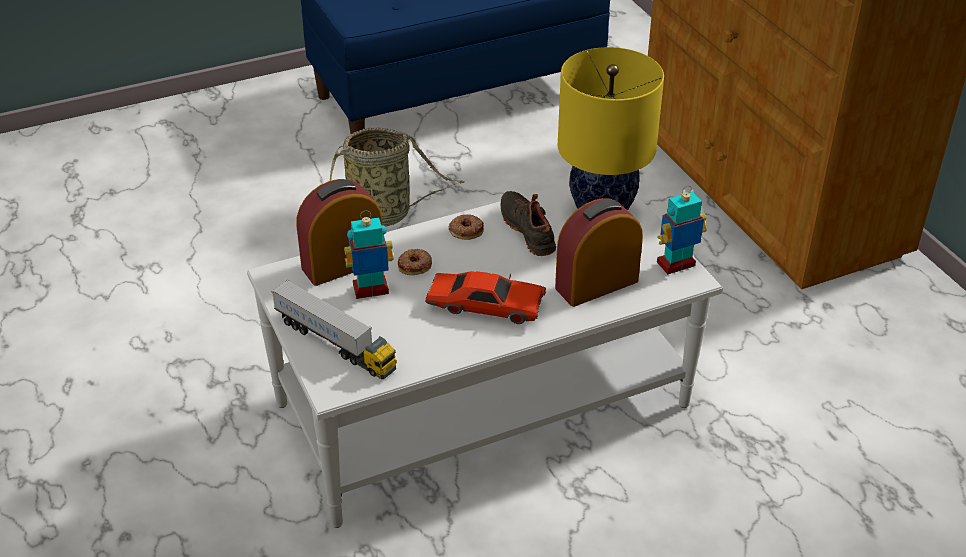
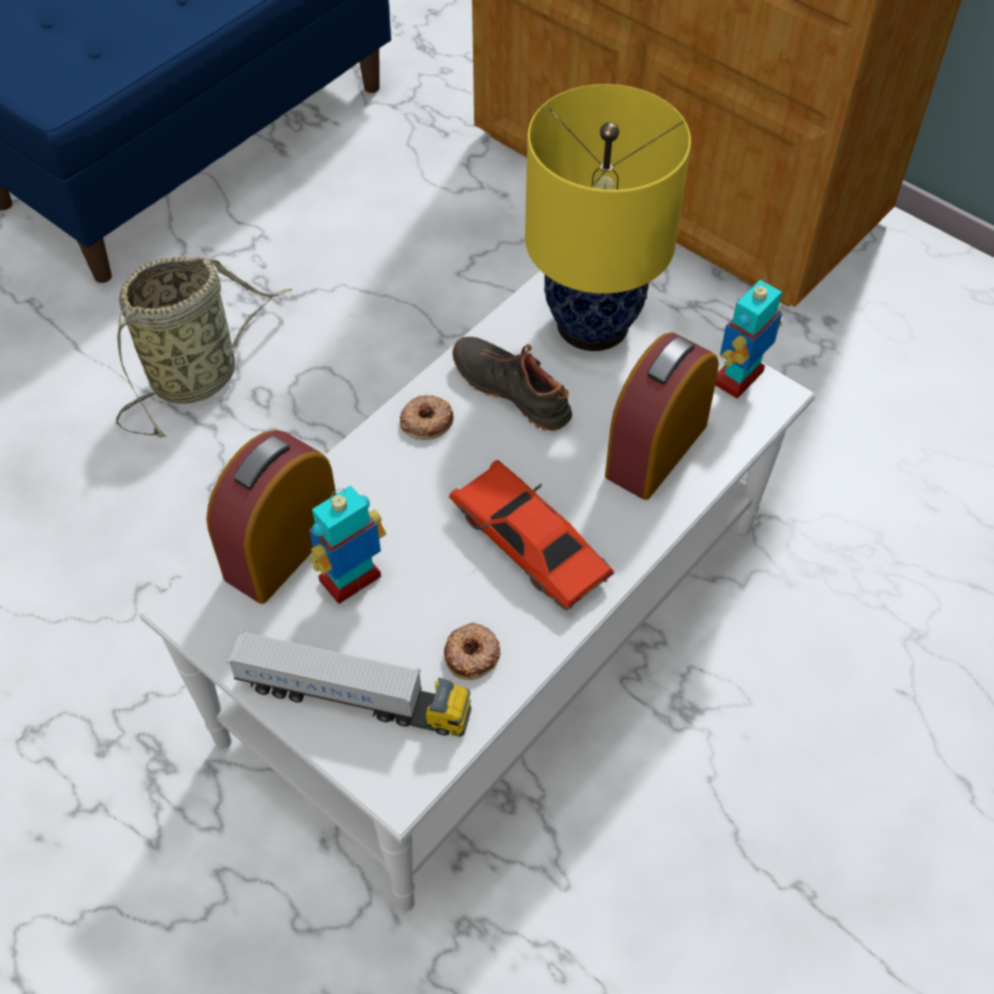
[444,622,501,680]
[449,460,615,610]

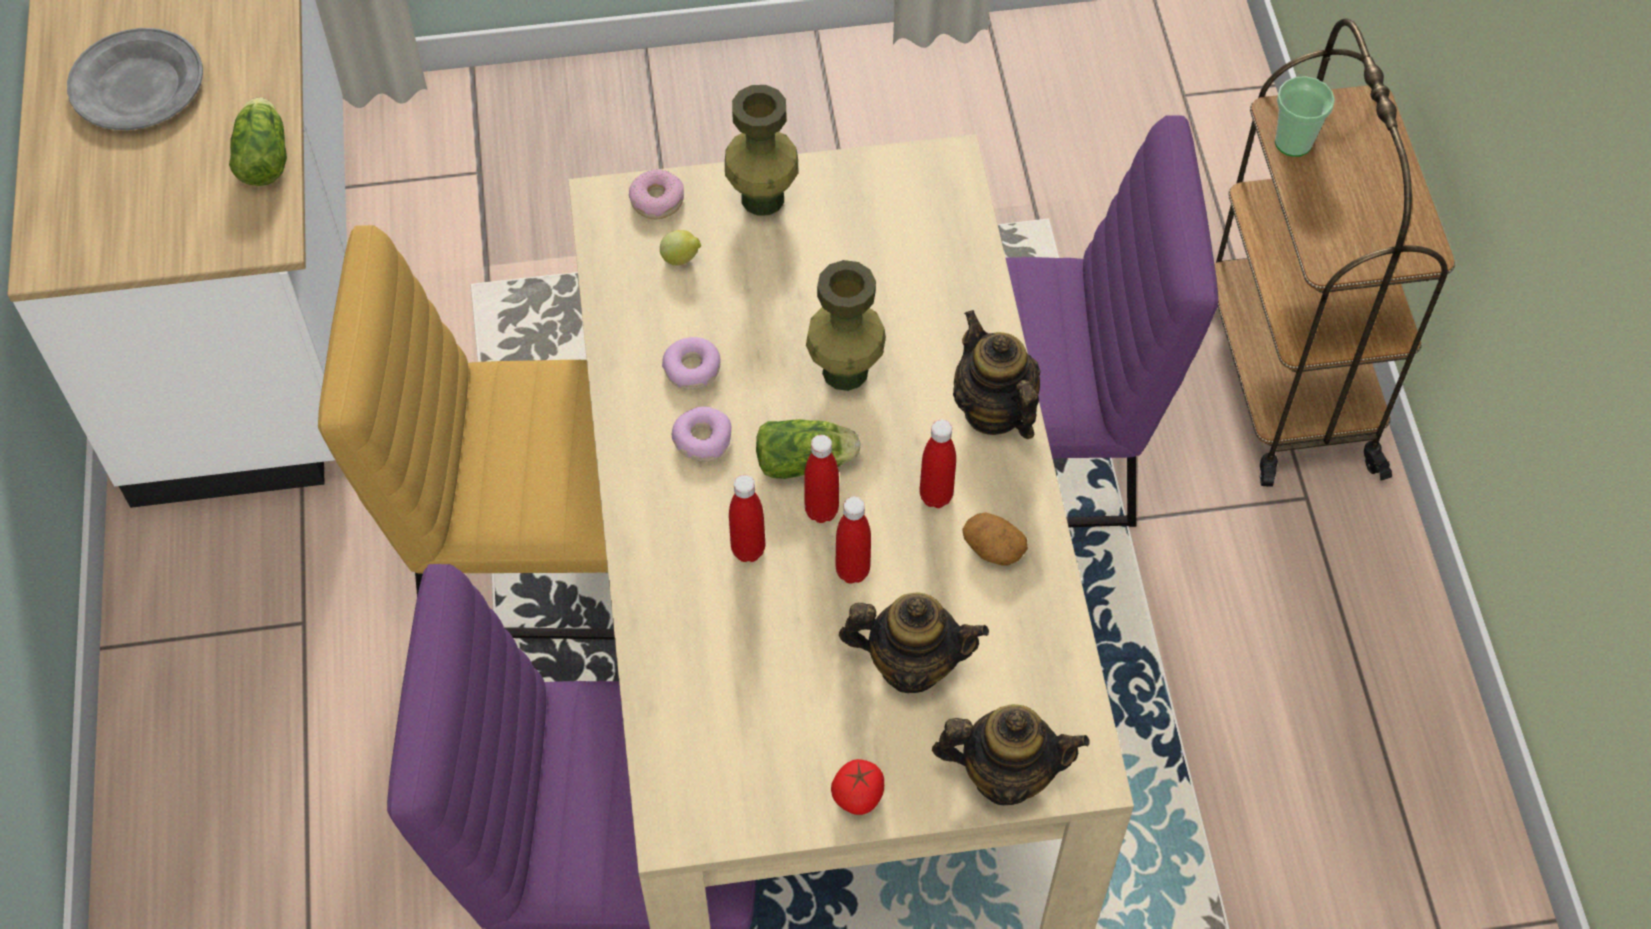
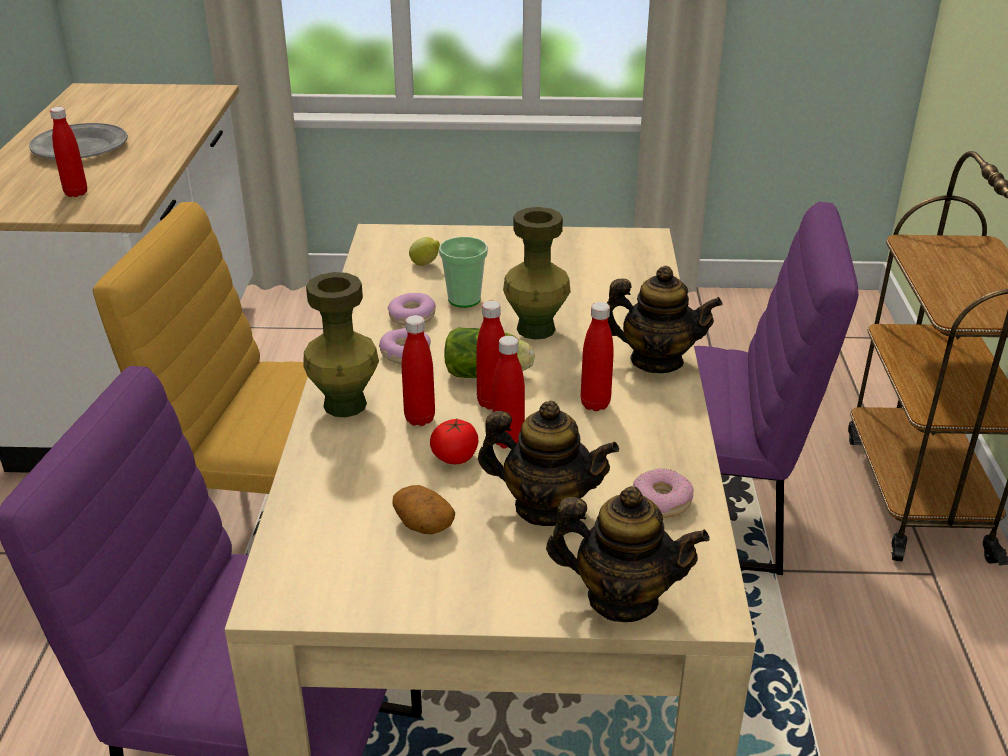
[50,107,87,197]
[303,272,379,417]
[393,485,455,534]
[430,419,478,464]
[439,237,488,308]
[607,266,723,373]
[633,469,694,518]
[229,97,287,186] (first image)

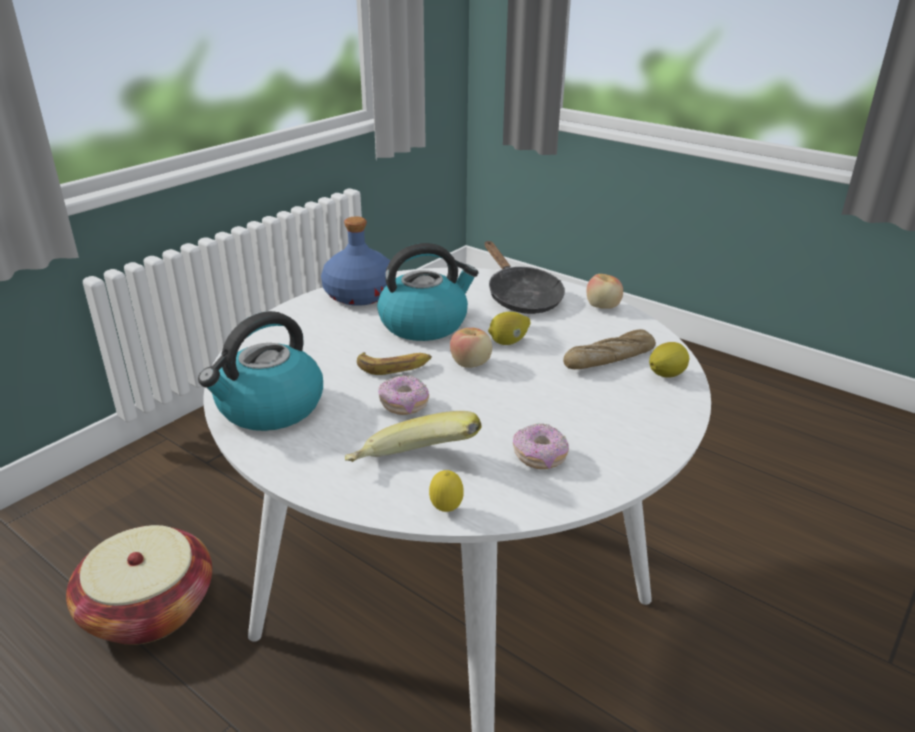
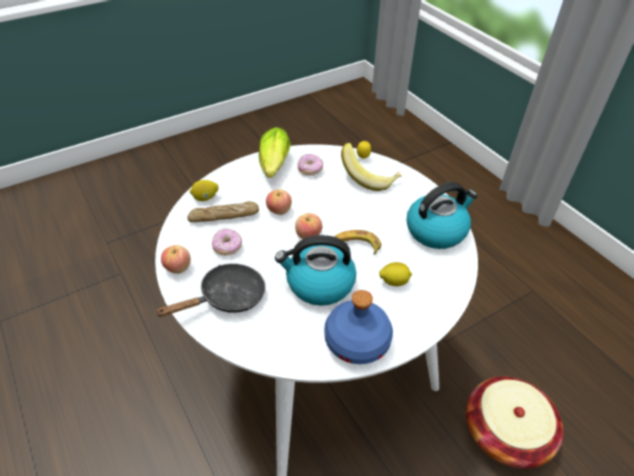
[155,264,266,317]
[212,229,242,256]
[259,127,291,178]
[266,189,292,215]
[379,262,412,286]

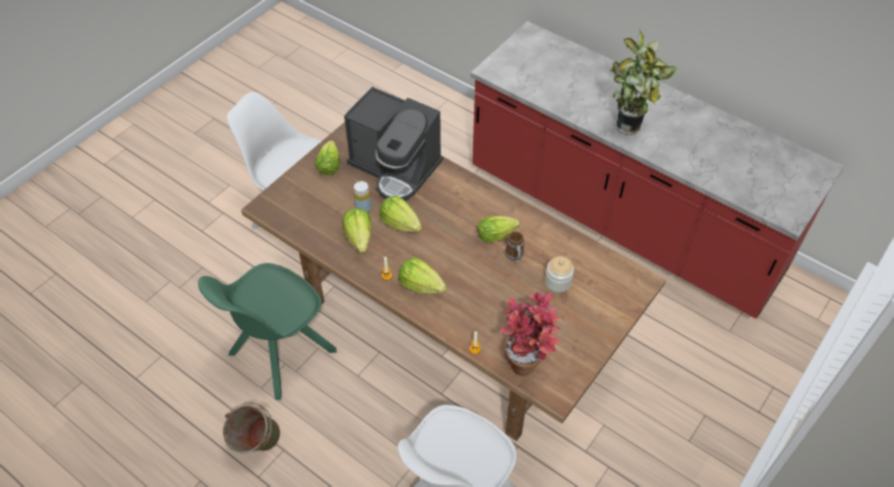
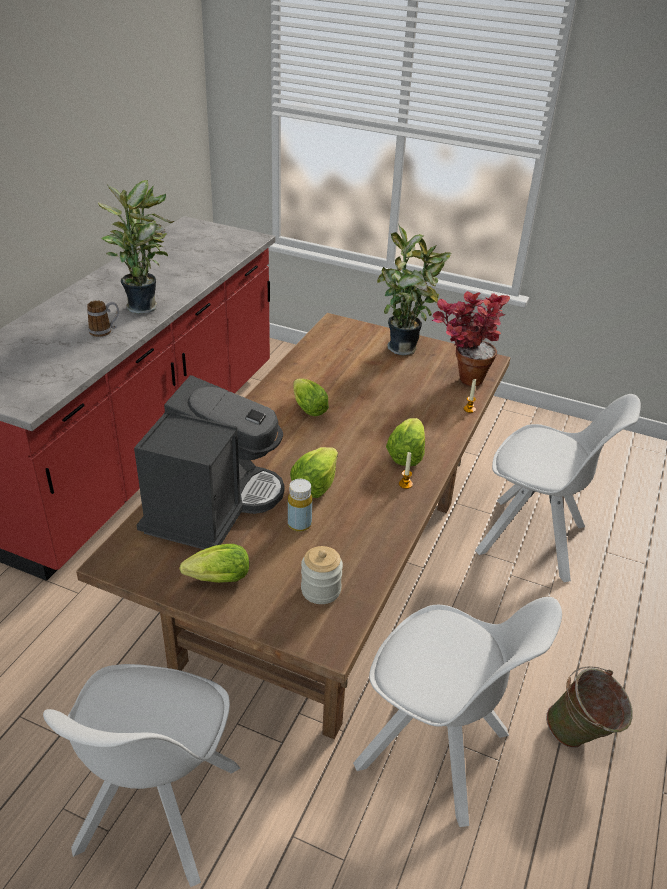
[87,301,119,337]
[301,546,343,604]
[353,597,562,827]
[377,224,451,355]
[343,208,372,253] (first image)

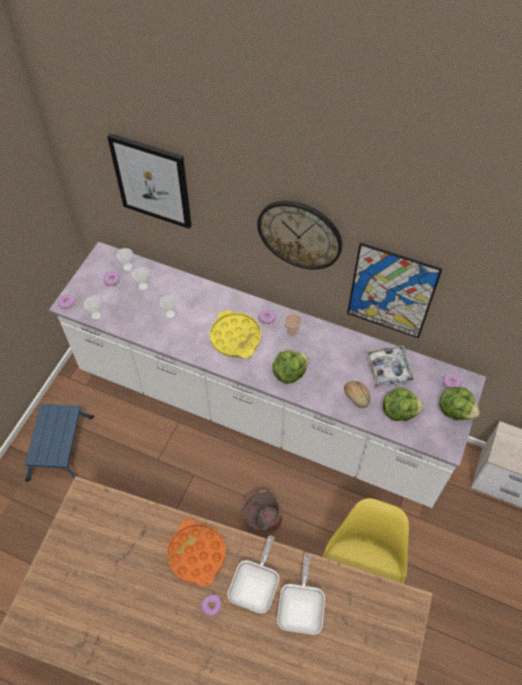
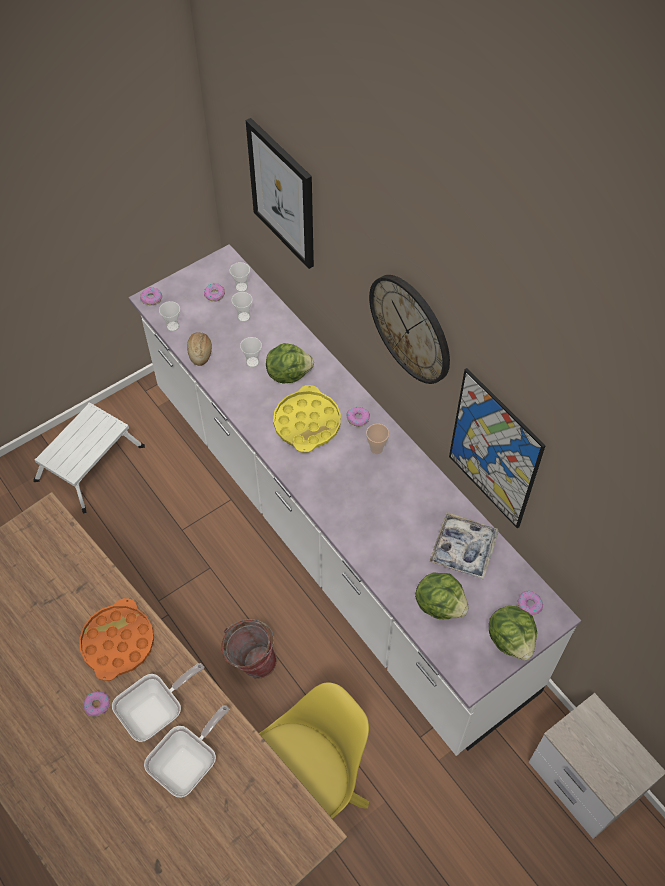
[34,402,145,513]
[187,332,212,366]
[266,343,314,384]

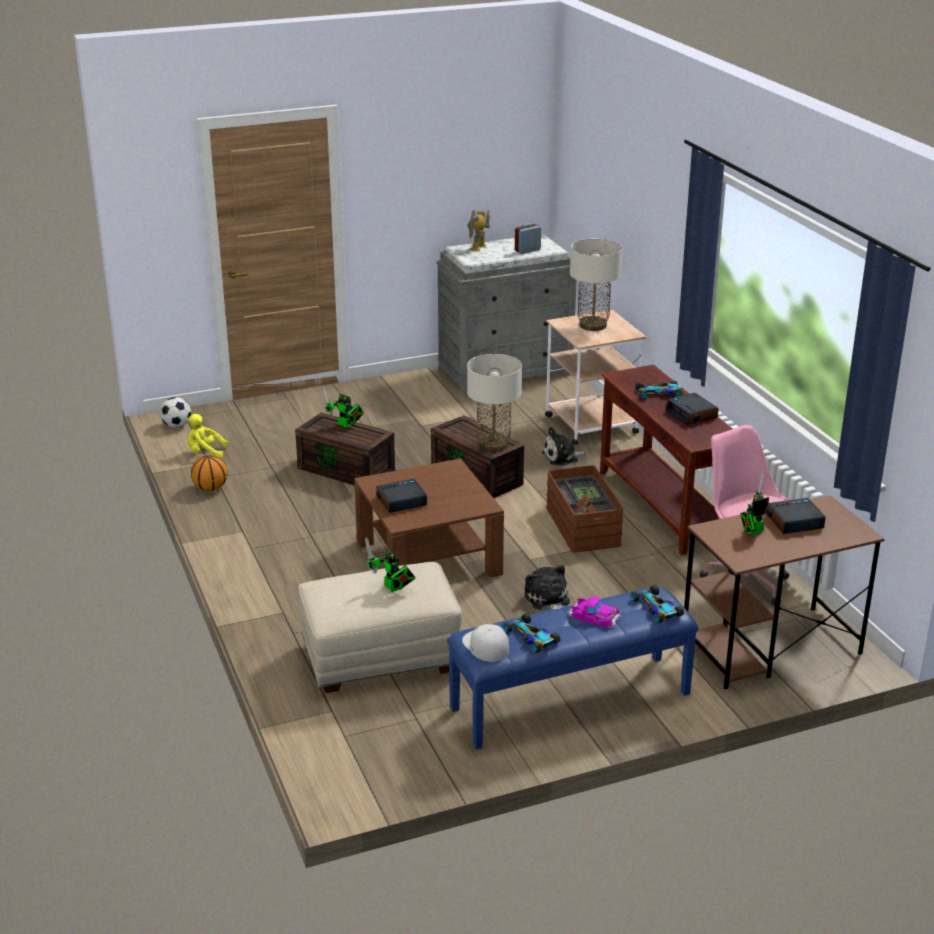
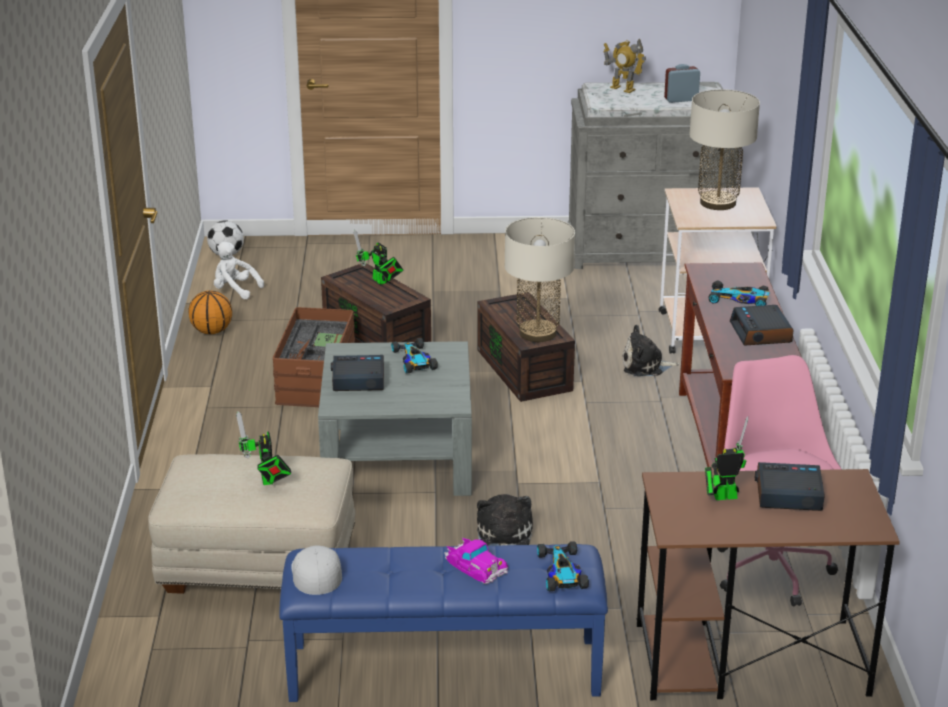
[214,242,264,299]
[273,307,355,407]
[318,341,472,496]
[391,338,438,373]
[603,39,646,93]

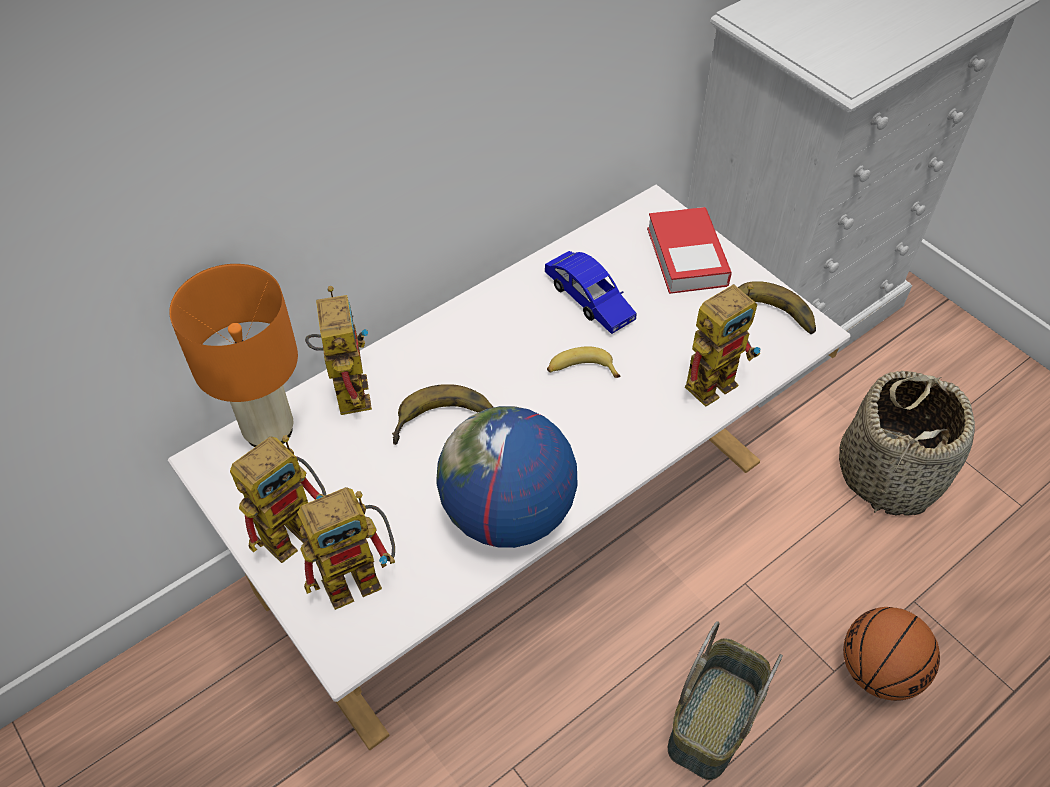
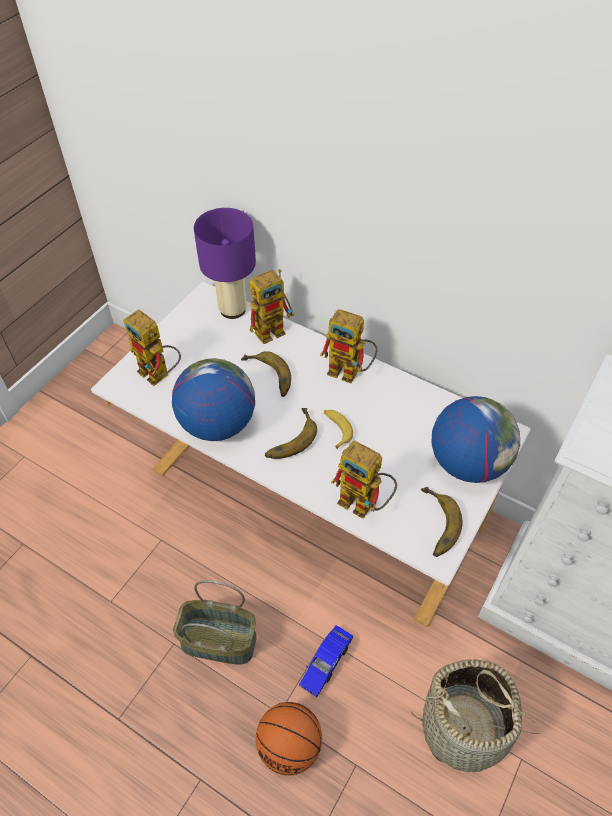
[194,208,256,319]
[265,408,317,459]
[299,625,353,697]
[320,309,378,383]
[432,396,520,483]

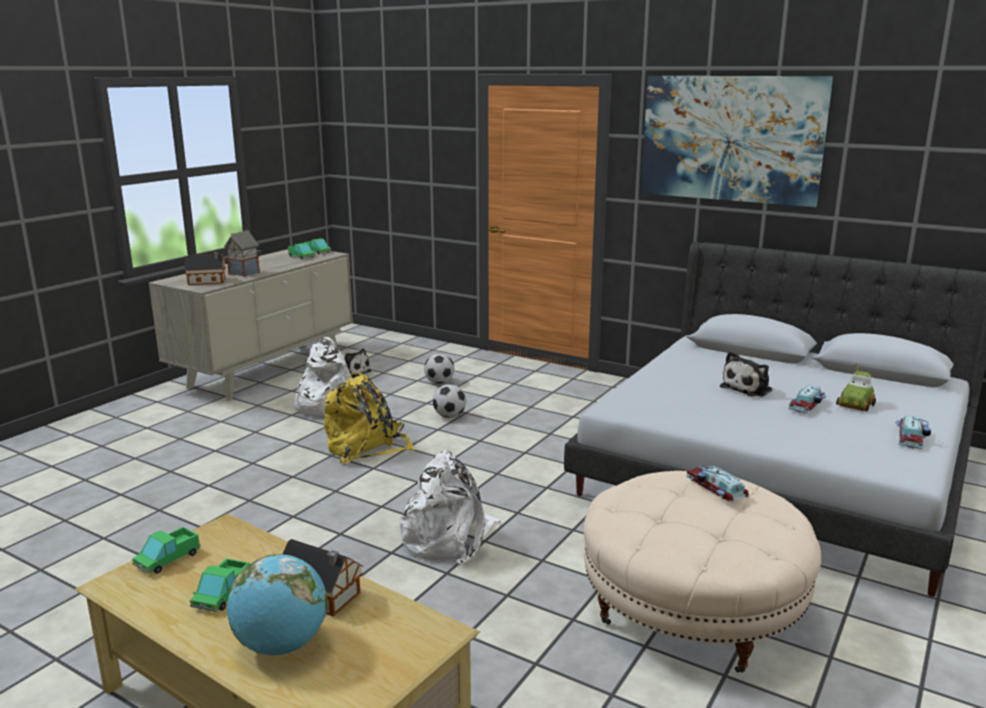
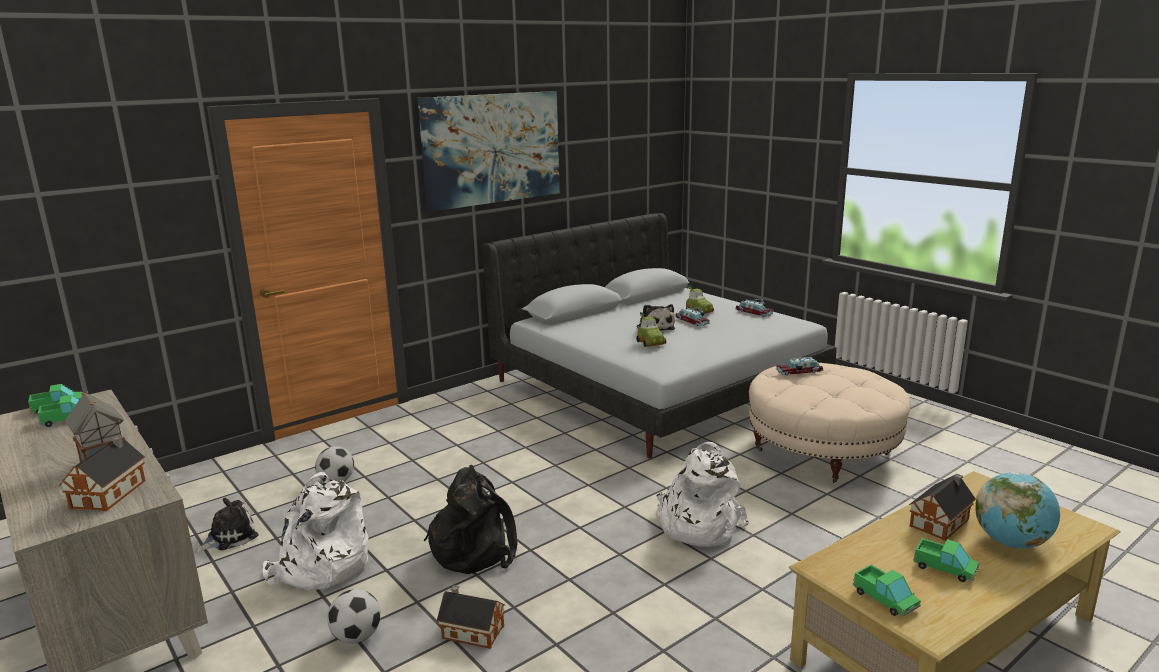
[327,589,381,644]
[424,465,517,574]
[437,585,505,649]
[636,312,666,347]

